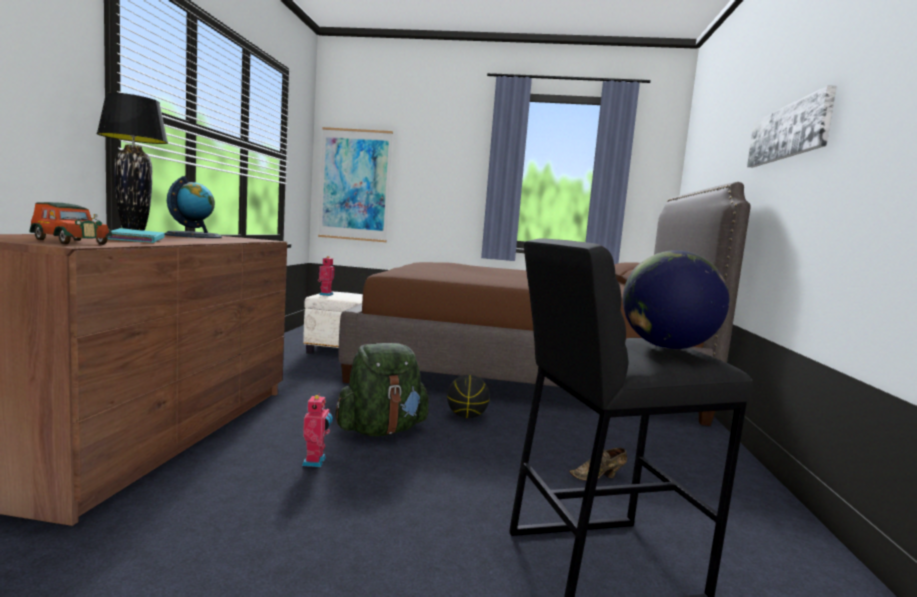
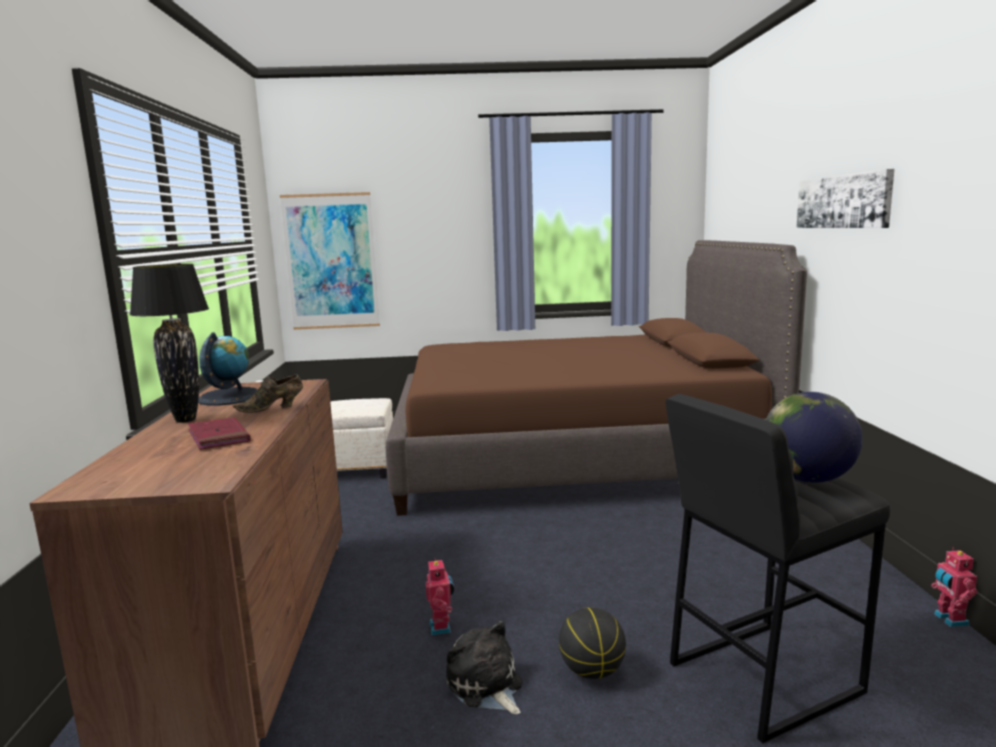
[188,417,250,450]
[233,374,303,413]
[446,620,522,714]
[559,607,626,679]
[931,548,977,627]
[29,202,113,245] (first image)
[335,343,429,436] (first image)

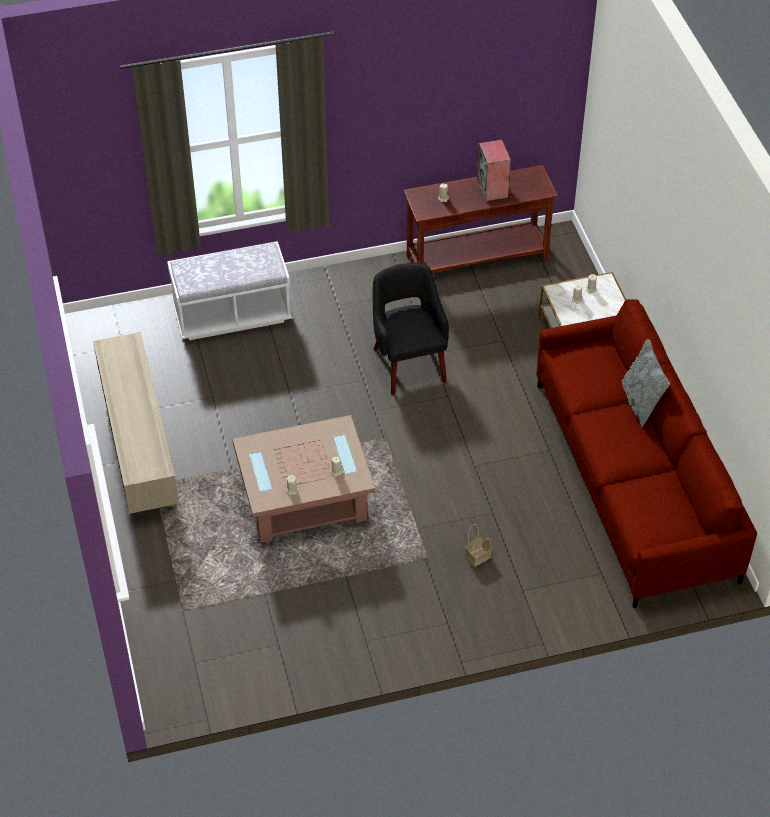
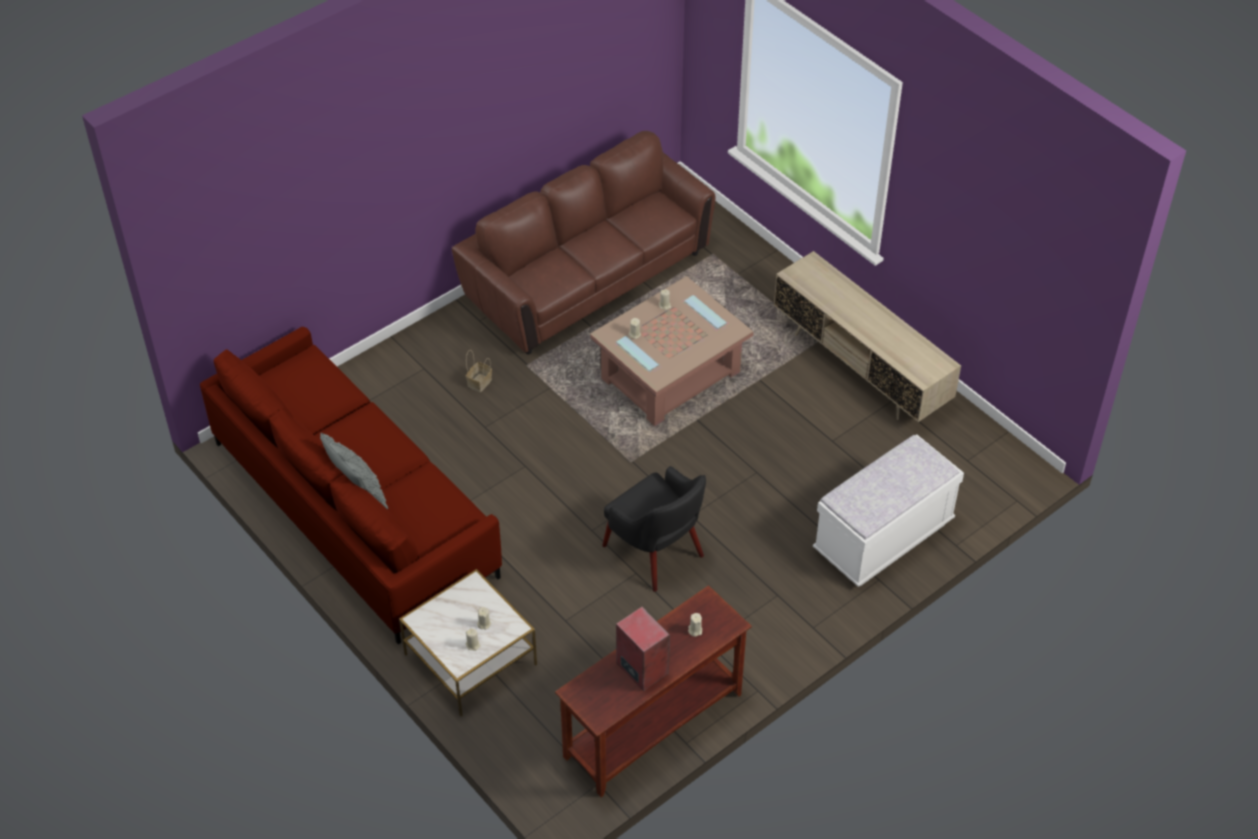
[452,131,716,355]

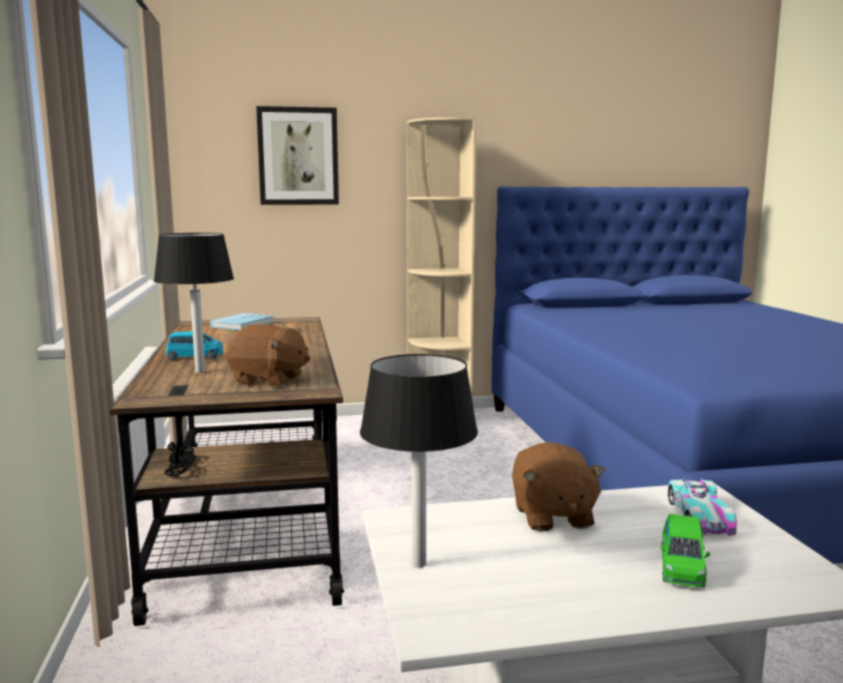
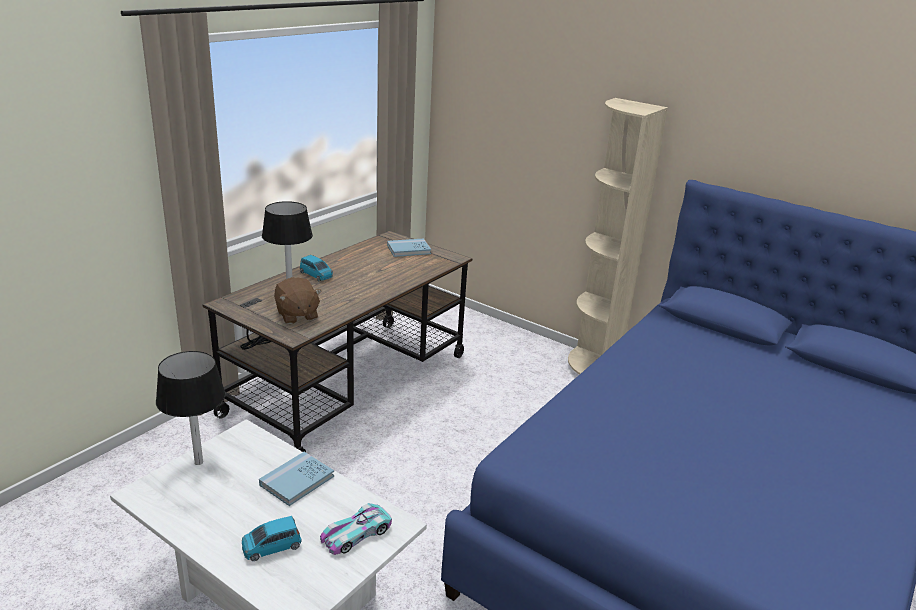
[242,516,302,561]
[259,452,334,506]
[256,106,339,205] (first image)

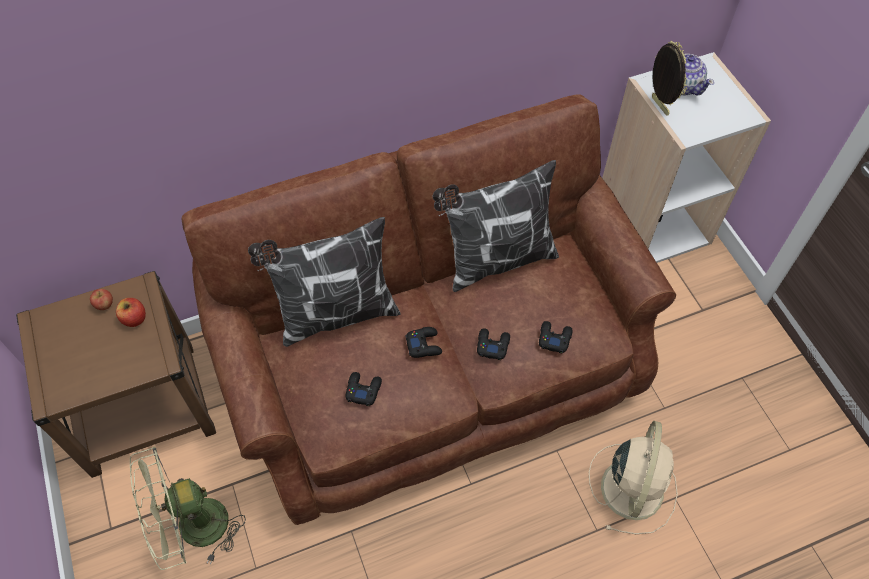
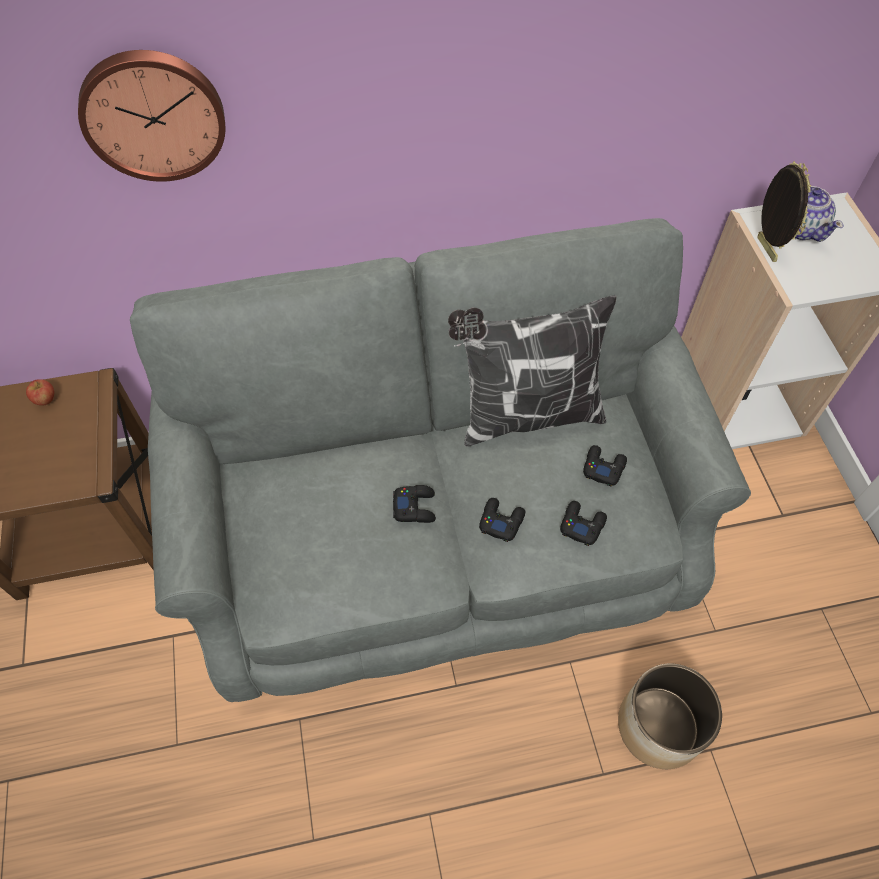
[78,50,225,182]
[130,218,751,702]
[583,445,627,487]
[618,663,722,769]
[116,298,146,327] (first image)
[130,447,246,570] (first image)
[248,217,401,347] (first image)

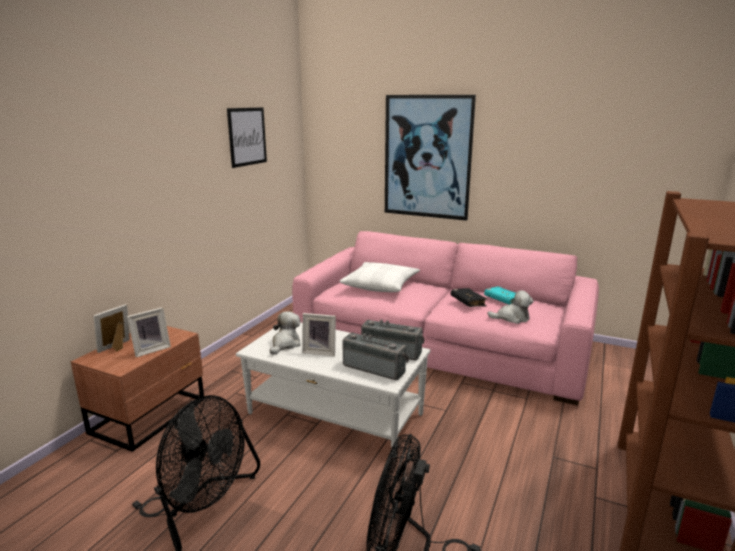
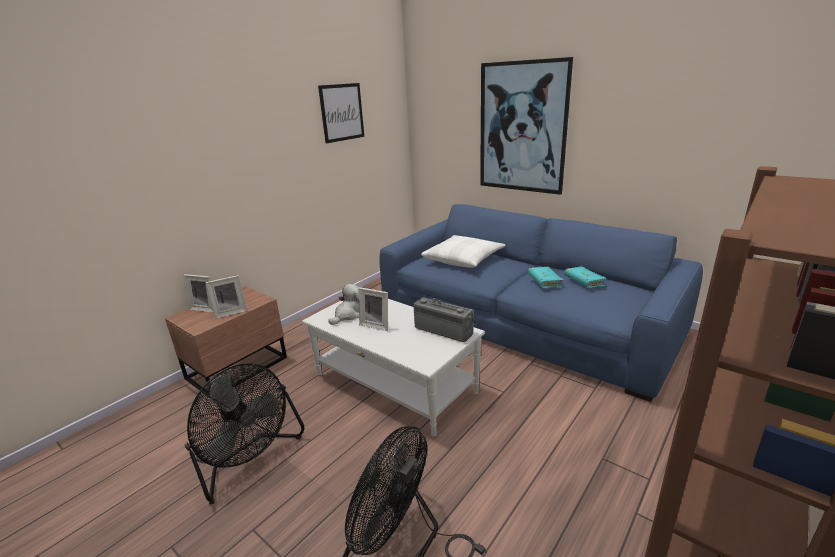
[184,274,214,313]
[379,204,703,402]
[528,267,563,288]
[342,332,409,380] (first image)
[487,290,534,324] (first image)

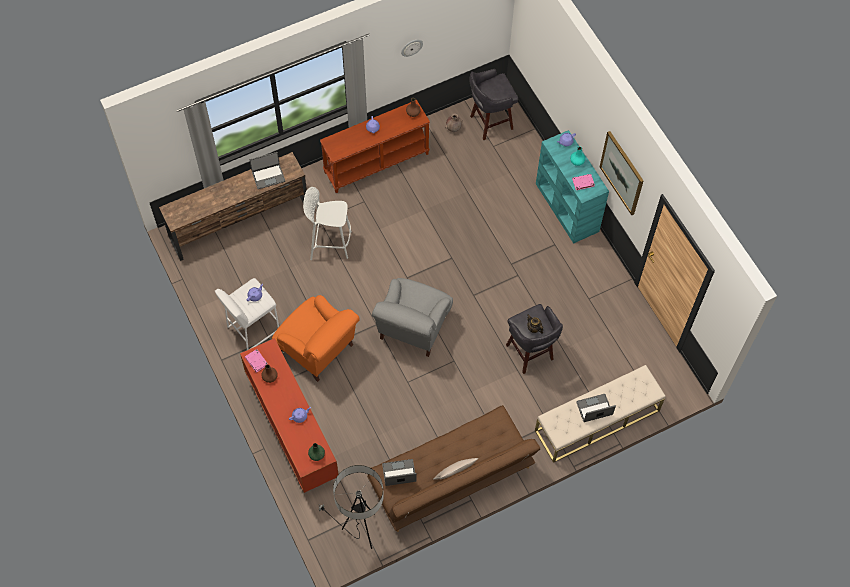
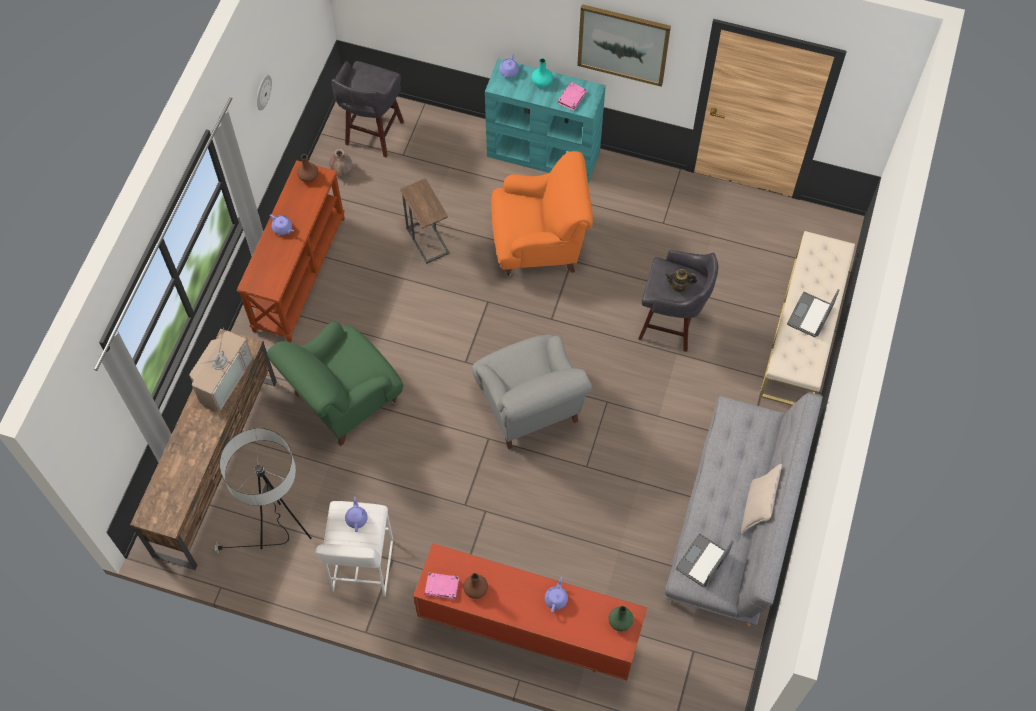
[189,328,253,411]
[211,428,312,554]
[267,322,403,446]
[400,178,450,264]
[491,151,593,276]
[665,392,823,627]

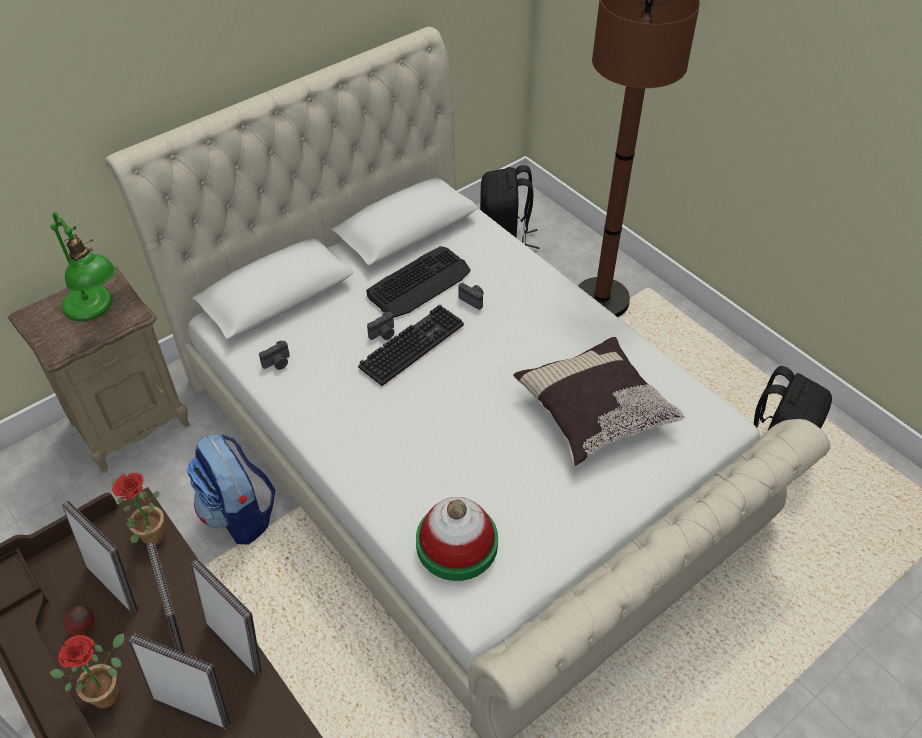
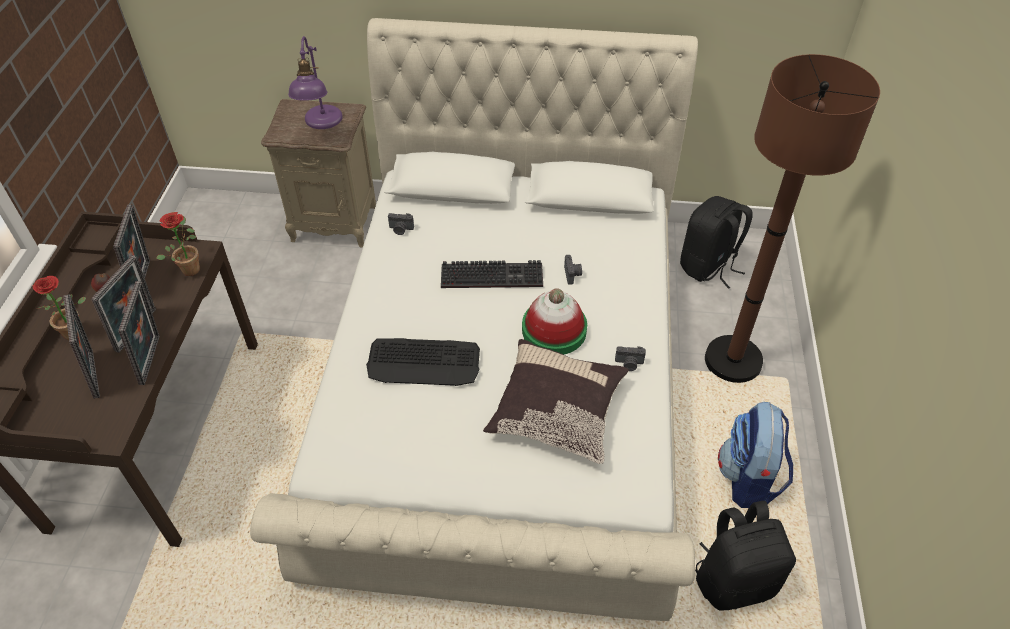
[288,36,343,129]
[366,338,480,386]
[522,288,587,355]
[615,346,646,371]
[718,402,793,508]

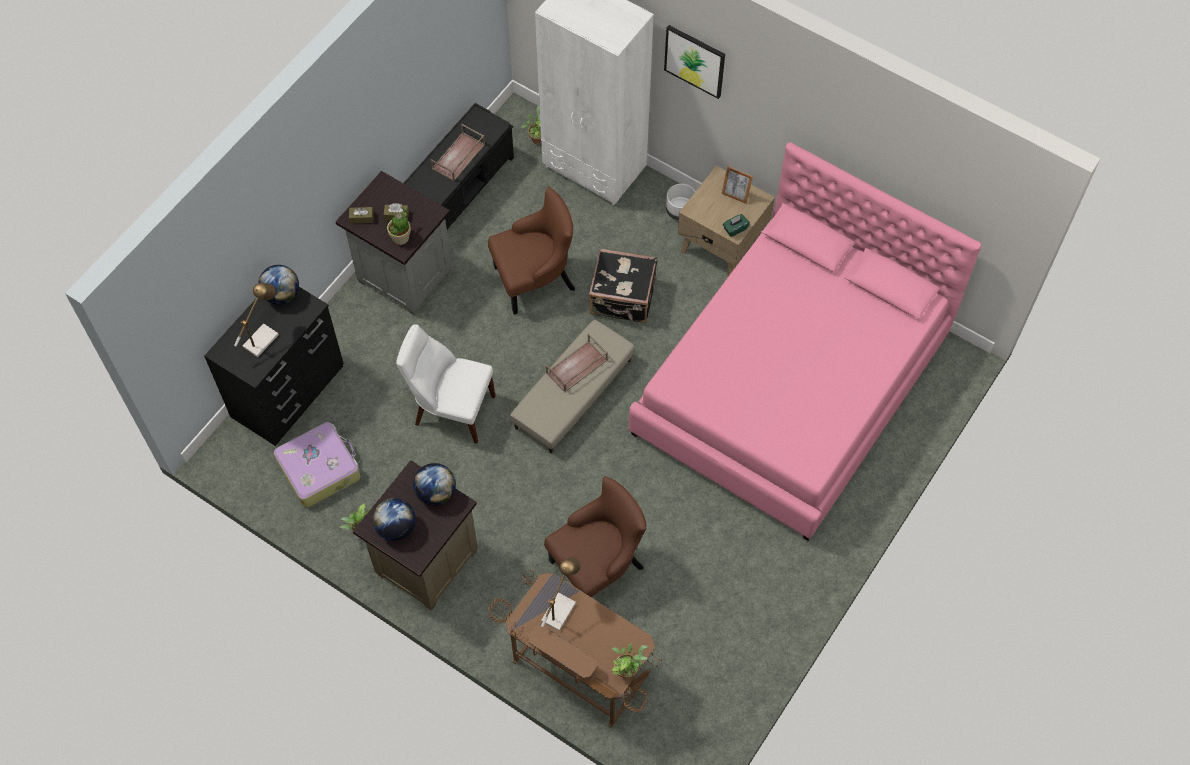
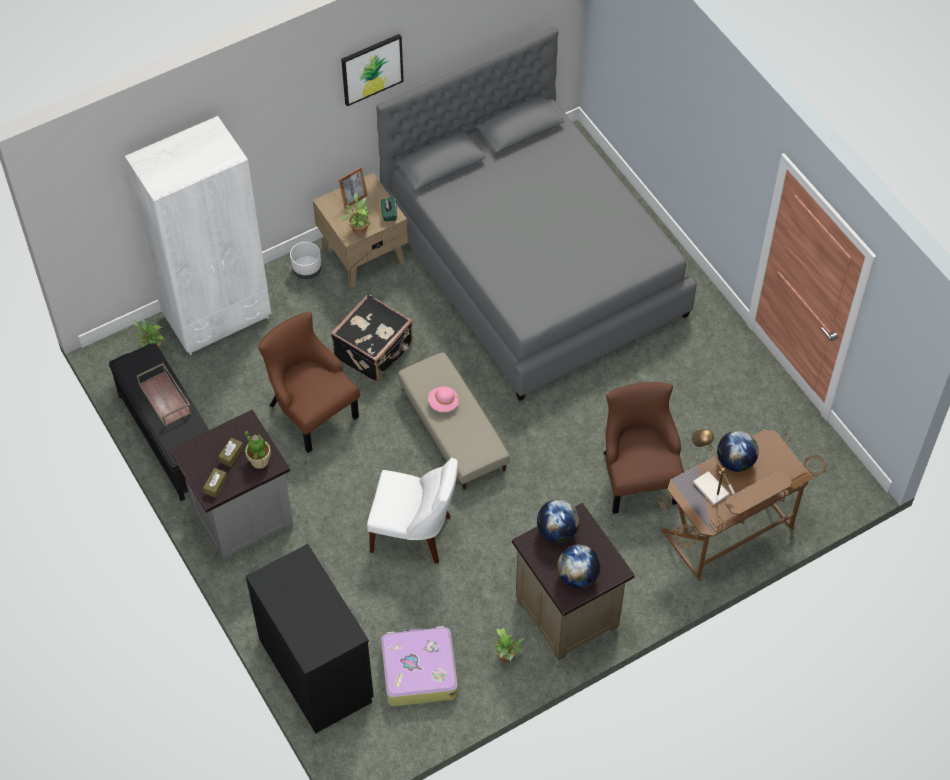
[258,312,361,453]
[341,34,404,106]
[342,193,370,236]
[367,457,458,564]
[376,27,697,401]
[428,387,459,412]
[717,431,759,472]
[234,283,279,357] (first image)

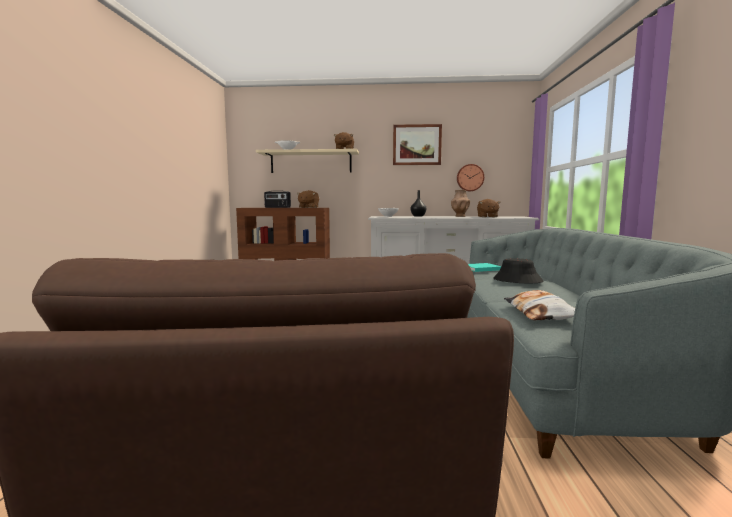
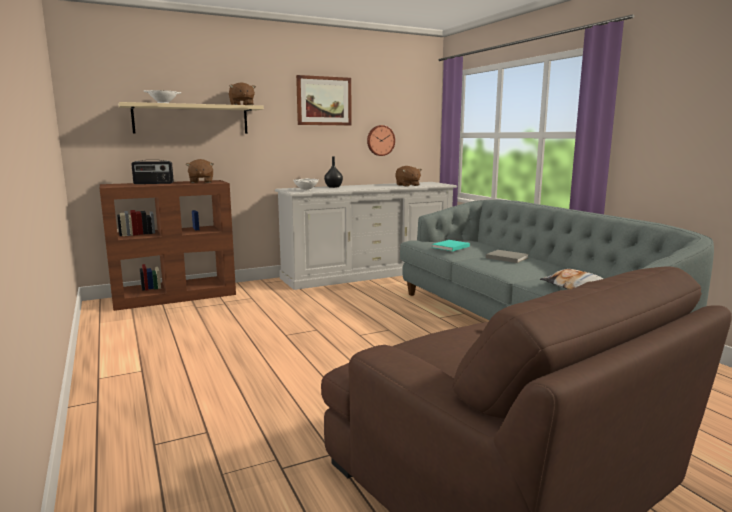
[486,250,529,263]
[451,190,470,217] (first image)

